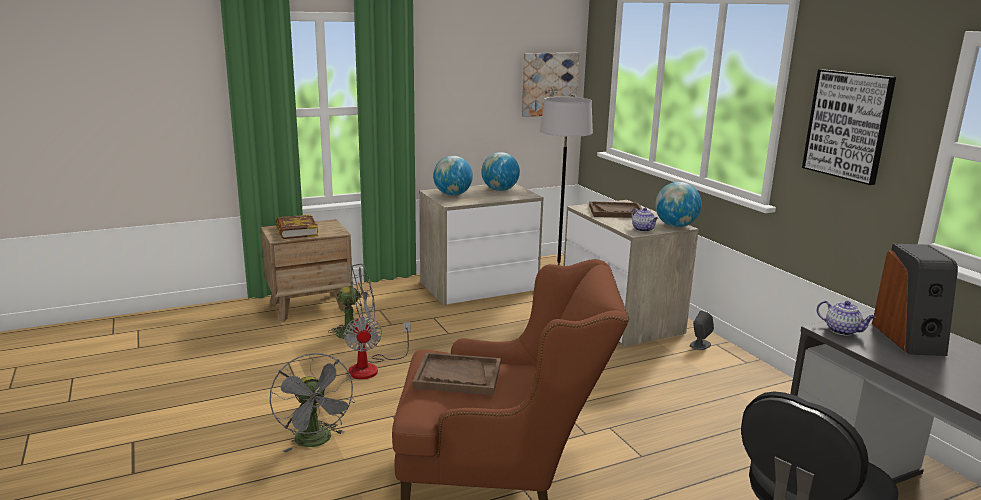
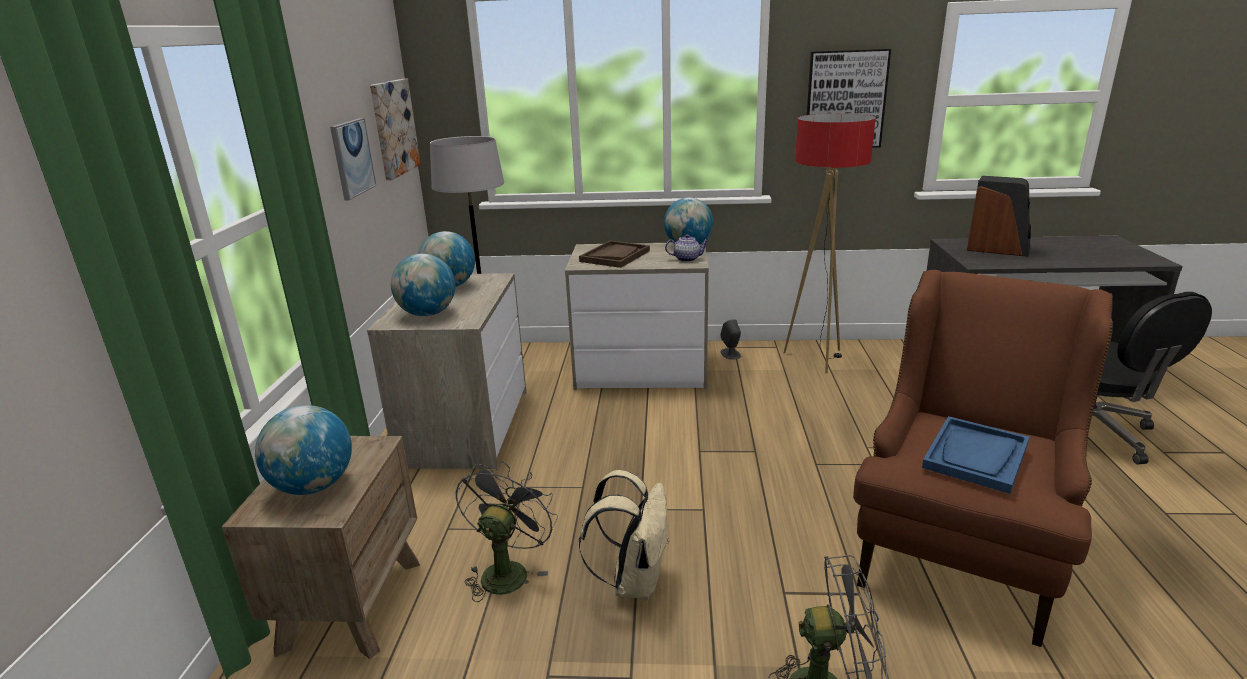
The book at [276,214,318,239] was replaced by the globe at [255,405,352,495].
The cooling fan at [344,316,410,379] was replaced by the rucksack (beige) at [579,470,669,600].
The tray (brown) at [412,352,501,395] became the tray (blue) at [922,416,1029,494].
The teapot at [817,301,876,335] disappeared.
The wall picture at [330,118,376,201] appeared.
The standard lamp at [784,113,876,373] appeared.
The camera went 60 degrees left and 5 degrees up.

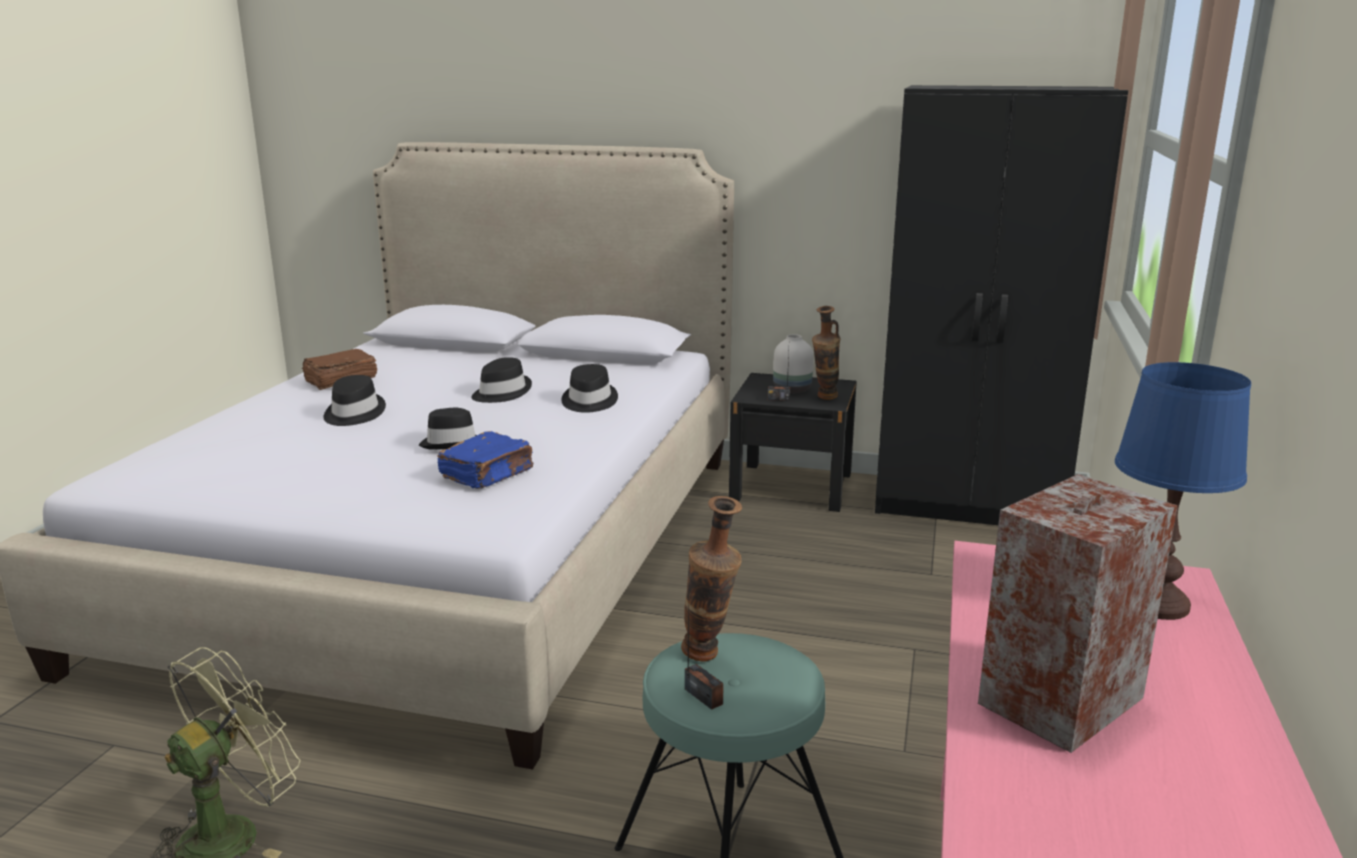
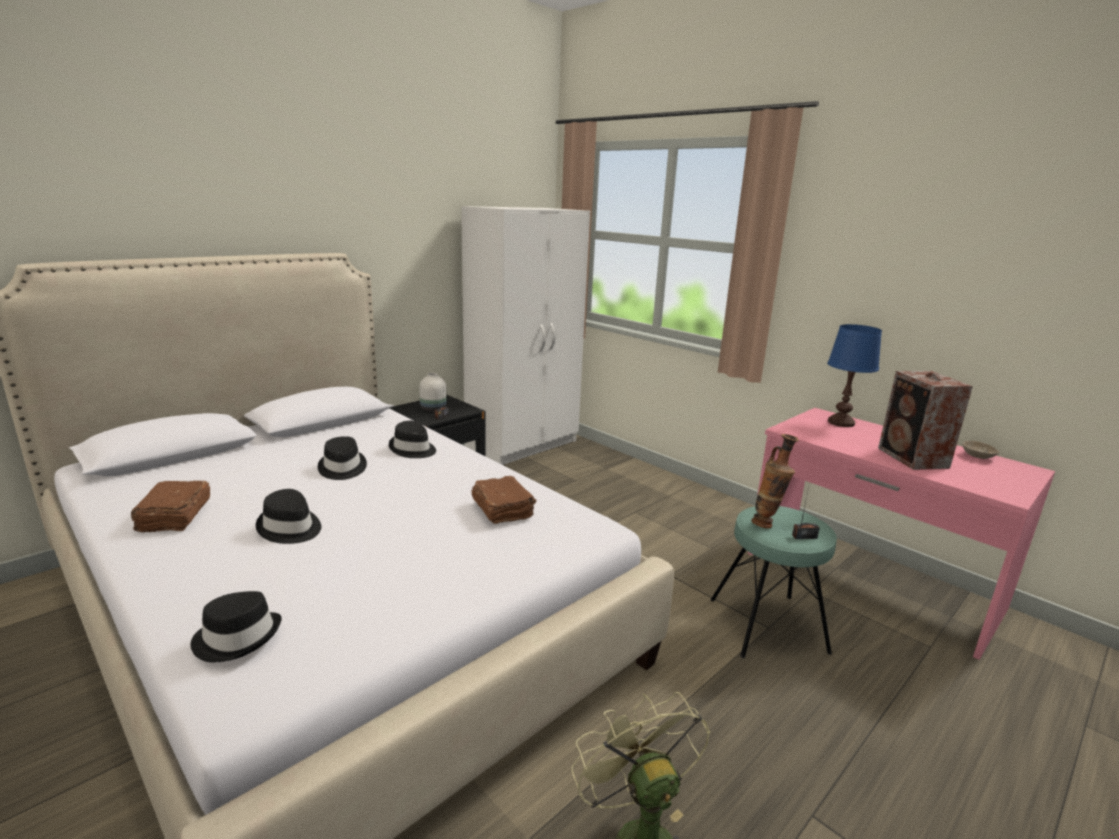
The wearable hat (blackish) moved from [419,408,477,450] to [191,591,282,662].
The book (blue) at [437,431,534,489] became the book (brown) at [471,476,536,524].
The flower vase at [812,306,841,400] disappeared.
The armoire (blackish) at [875,85,1128,525] became the armoire (white-coloured) at [461,206,590,465].
The bowl (beige) at [963,441,999,459] appeared.
The camera went 60 degrees left and 0 degrees up.

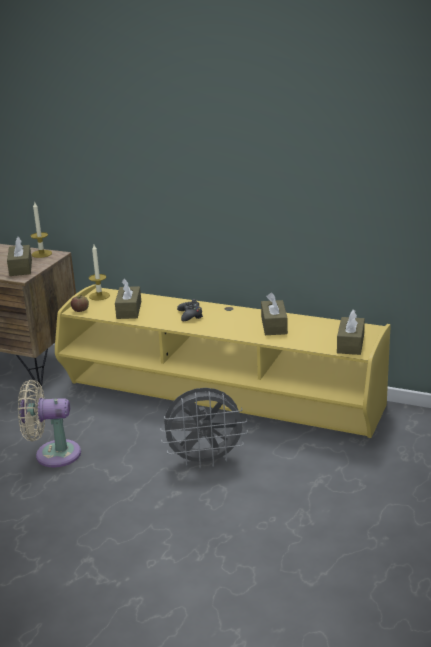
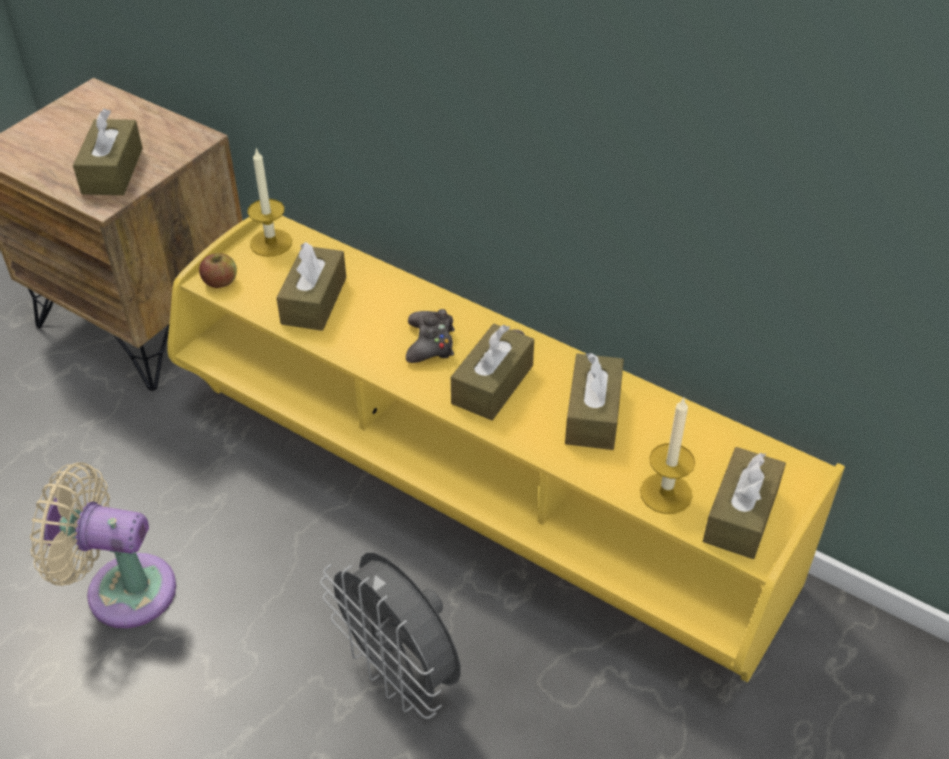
The wax light moved from [31,202,52,258] to [640,398,695,514].
The cooling fan (greyish) at [160,388,248,469] turned 45 degrees clockwise.
The tissue holder (brown) at [451,324,534,420] appeared.
The camera went 10 degrees right and 20 degrees up.

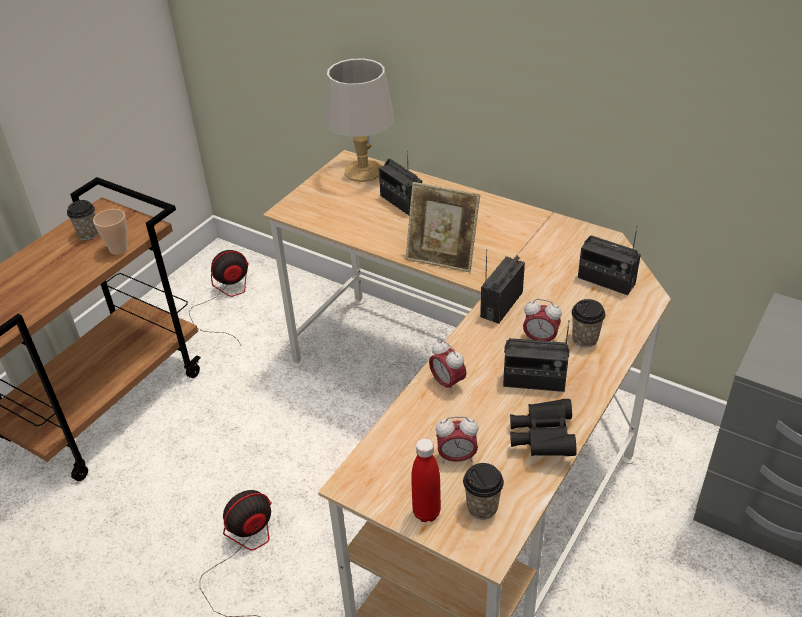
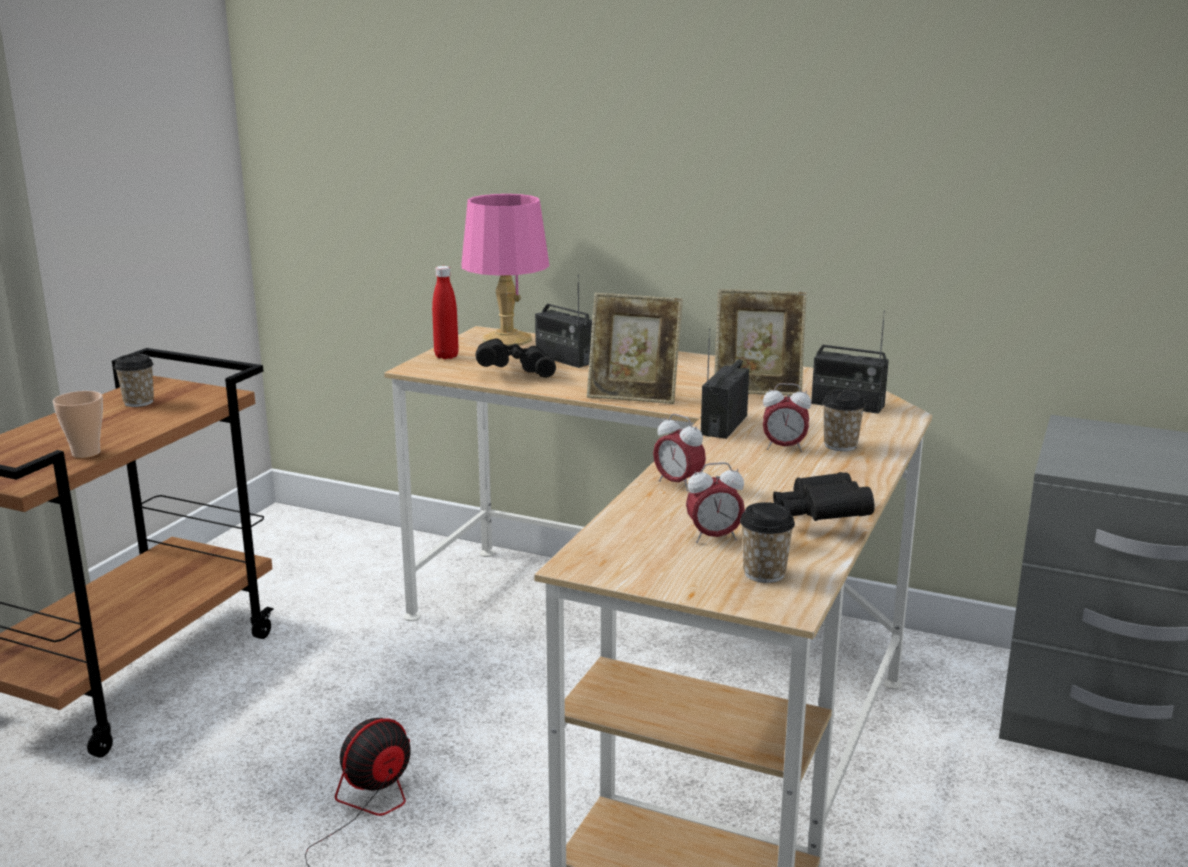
The small cup moved from [93,209,128,255] to [52,391,103,458].
The cooling fan at [189,250,249,345] disappeared.
The lamp for a table (greyish) at [325,58,394,182] became the lamp for a table (pinkish) at [461,194,550,346].
The bottle (red) moved from [411,438,441,522] to [432,266,459,359].
The radio set at [503,320,570,392] disappeared.
The field glasses (blackish) at [475,338,556,378] appeared.
The photo frame at [714,289,807,396] appeared.
The camera went 10 degrees left and 20 degrees down.

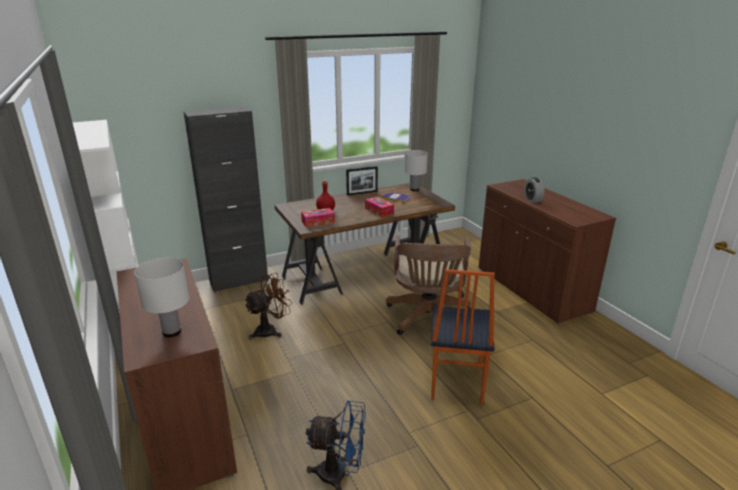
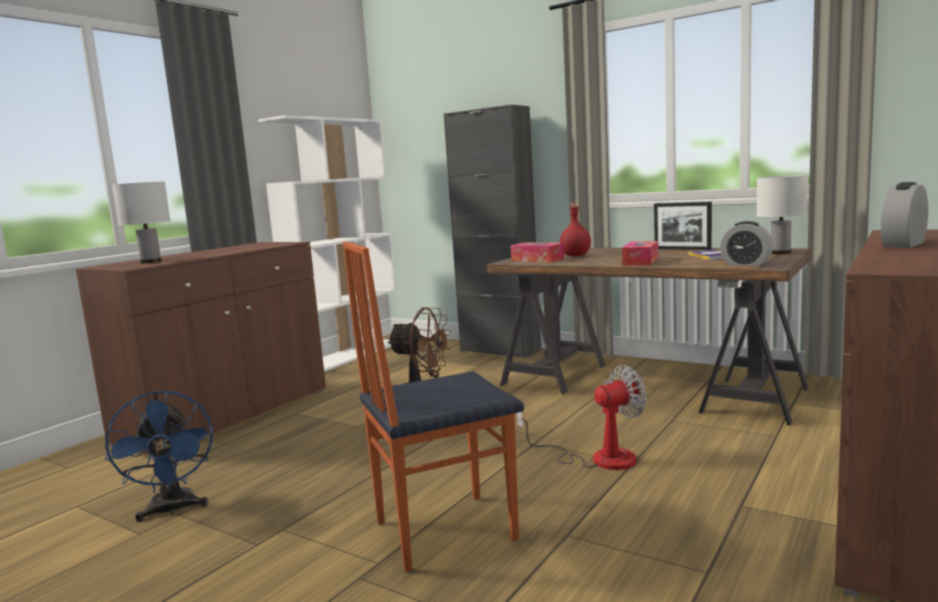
The desk chair (brown) at [386,235,471,335] was replaced by the cooling fan at [517,365,647,470].
The bedside clock at [720,221,773,266] appeared.
The camera went 60 degrees right and 15 degrees down.

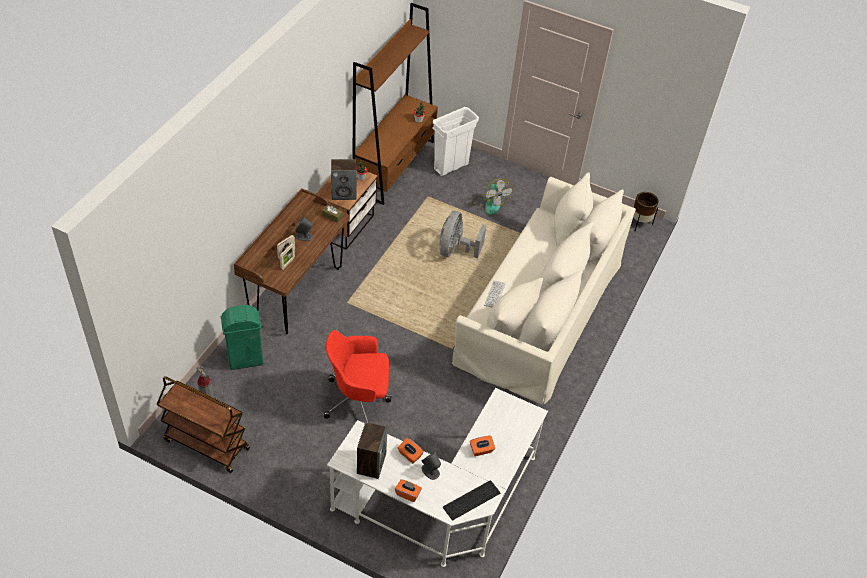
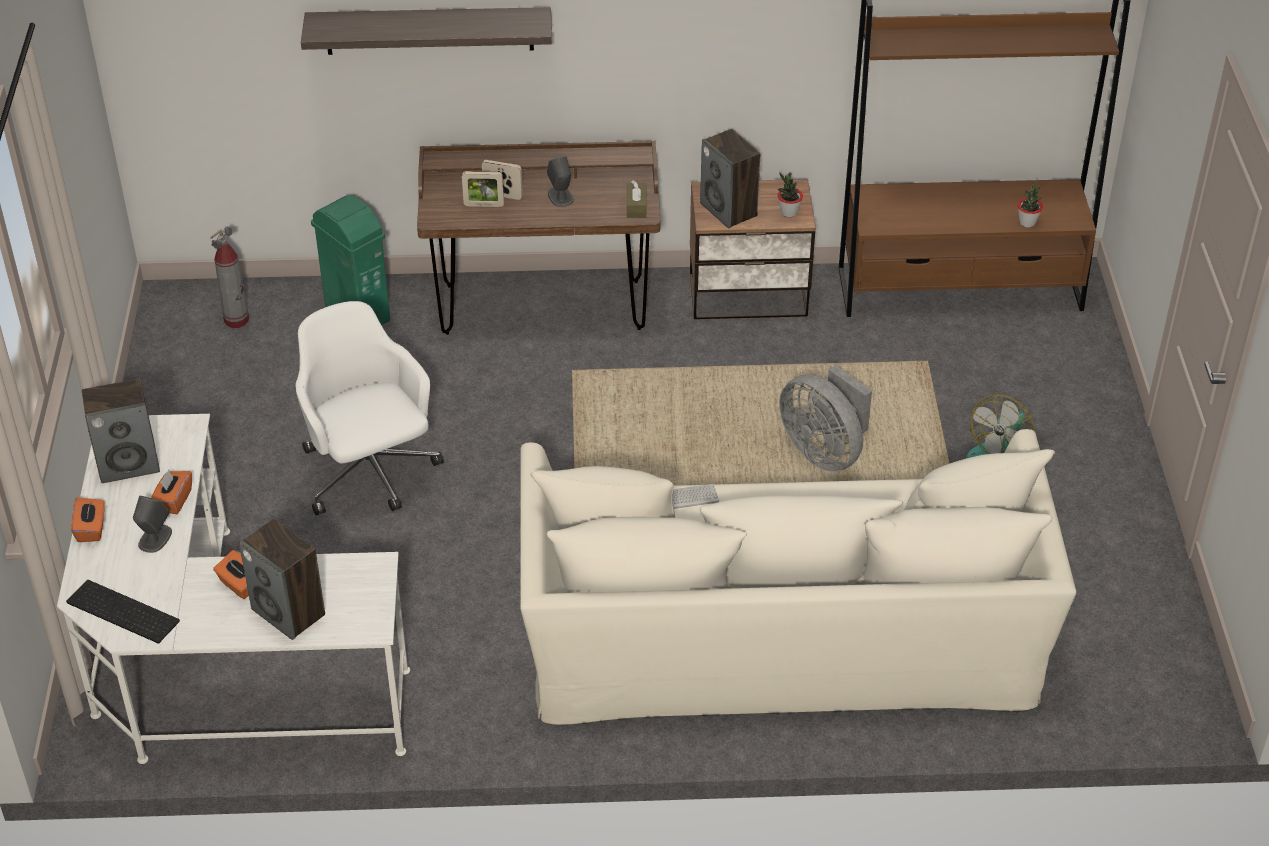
The cart (brown) at [156,376,250,473] disappeared.
The desk chair (red) at [324,330,392,423] became the desk chair (white-coloured) at [295,301,444,516].
The trash can (white-coloured) at [432,107,479,176] disappeared.
The cooling fan (greyish) at [439,211,486,258] turned 120 degrees counterclockwise.
The planter (brown) at [633,192,659,231] disappeared.
The speaker at [239,519,325,640] appeared.
The shelf at [301,7,552,55] appeared.
The camera went 65 degrees right and 5 degrees down.

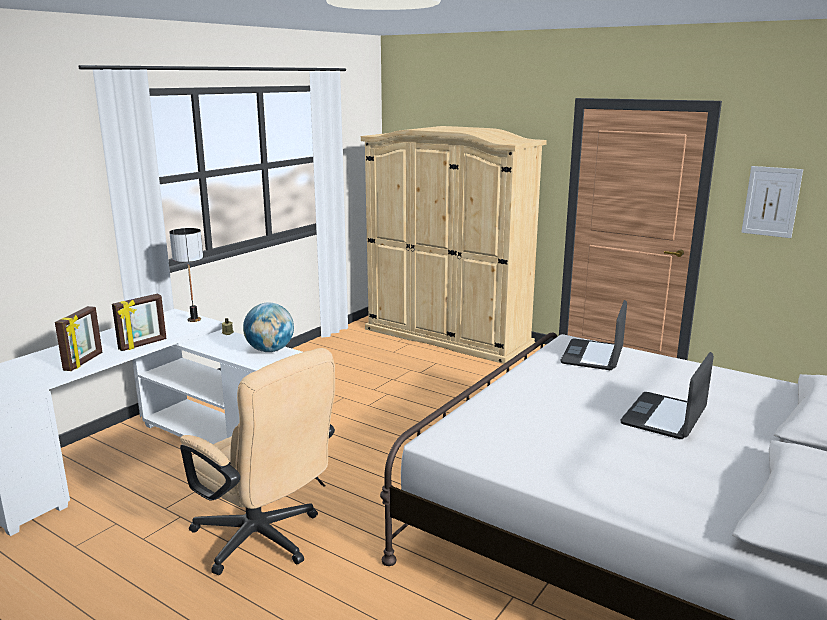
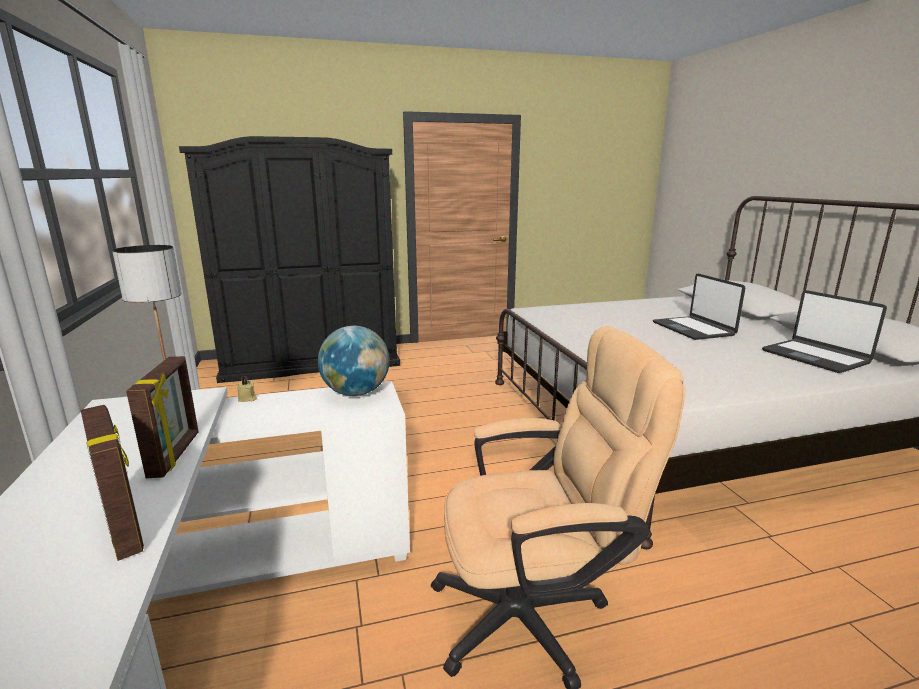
The armoire (beige) at [361,126,547,364] became the armoire (blackish) at [179,136,400,383].
The portable computer moved from [560,300,627,370] to [762,290,887,373].
The wall picture at [741,166,803,238] disappeared.
The camera went 50 degrees left and 0 degrees up.

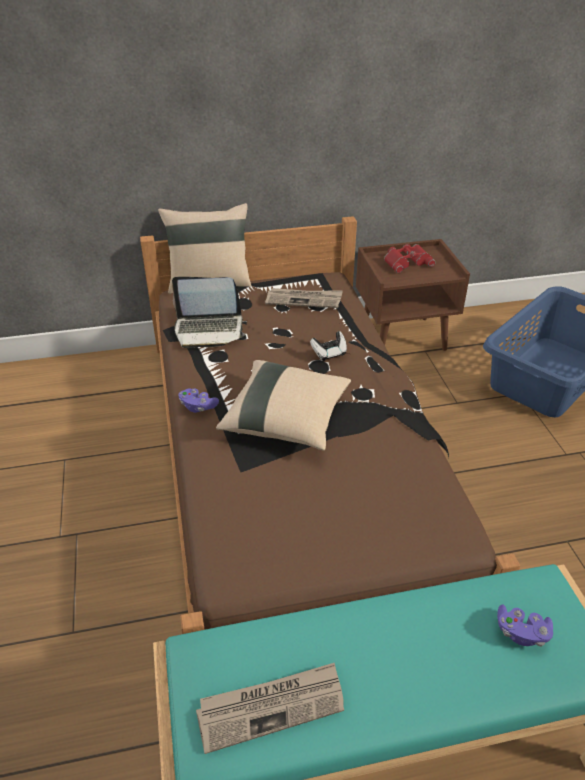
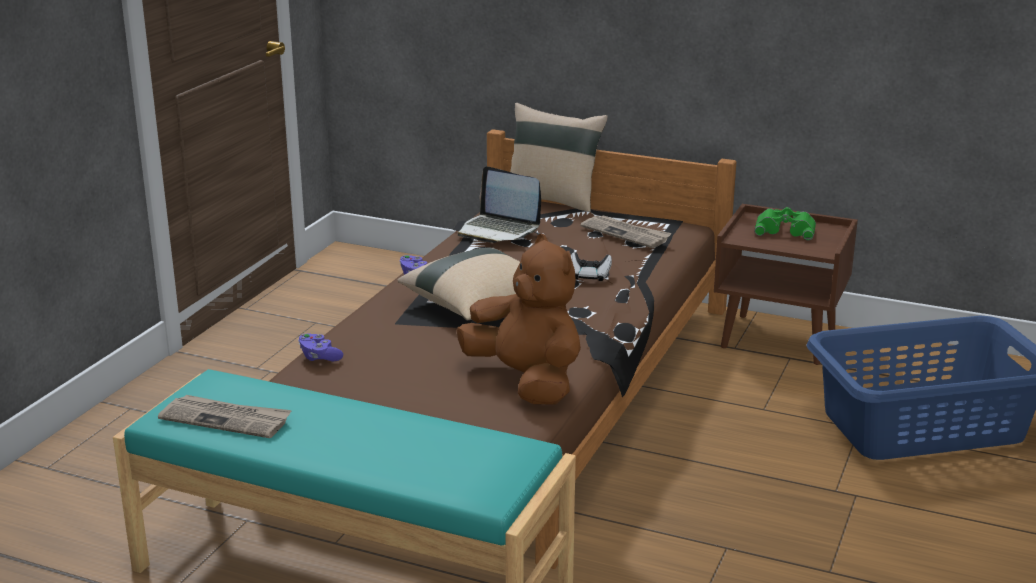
The field glasses (red) at [384,244,435,273] became the field glasses (greenish) at [754,207,816,240].
The joypad (purplish) moved from [497,604,553,646] to [298,333,343,361].
The plush toy (brown) at [456,234,581,405] appeared.
The camera went 35 degrees right and 15 degrees down.

